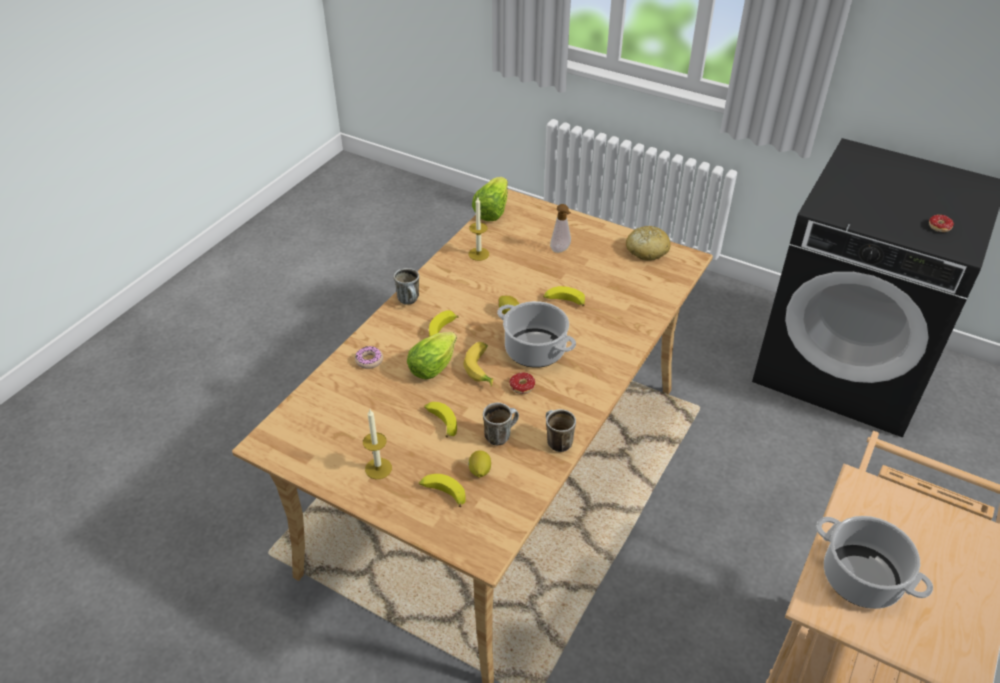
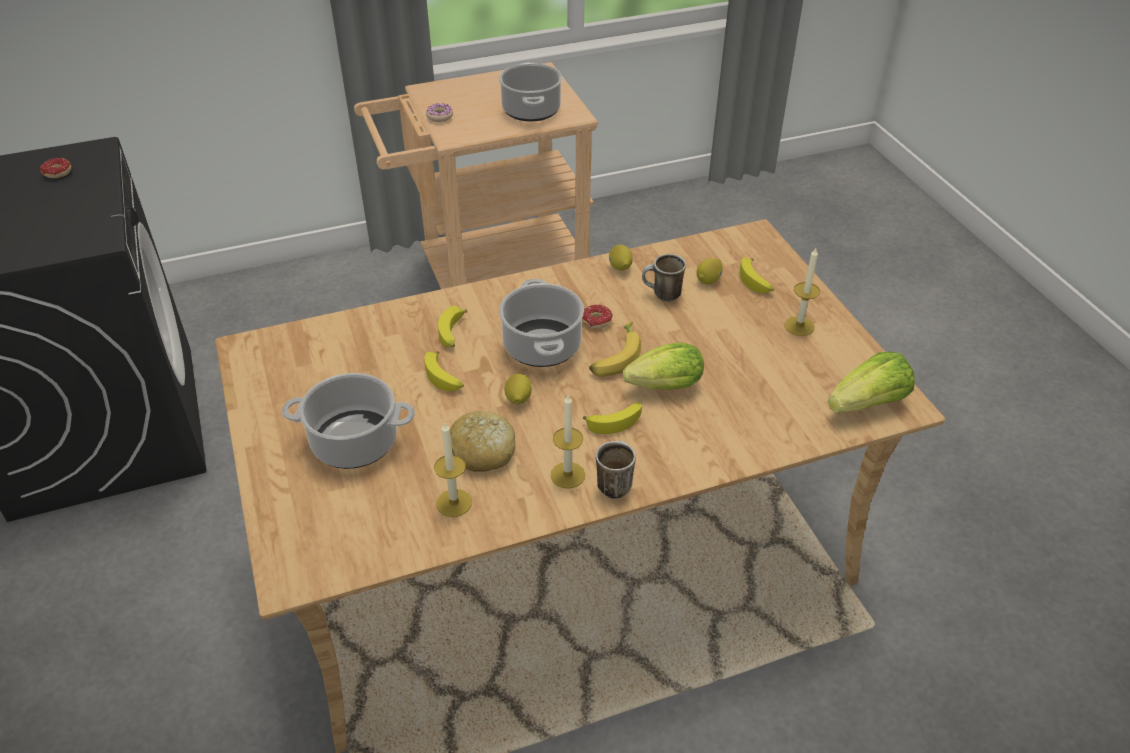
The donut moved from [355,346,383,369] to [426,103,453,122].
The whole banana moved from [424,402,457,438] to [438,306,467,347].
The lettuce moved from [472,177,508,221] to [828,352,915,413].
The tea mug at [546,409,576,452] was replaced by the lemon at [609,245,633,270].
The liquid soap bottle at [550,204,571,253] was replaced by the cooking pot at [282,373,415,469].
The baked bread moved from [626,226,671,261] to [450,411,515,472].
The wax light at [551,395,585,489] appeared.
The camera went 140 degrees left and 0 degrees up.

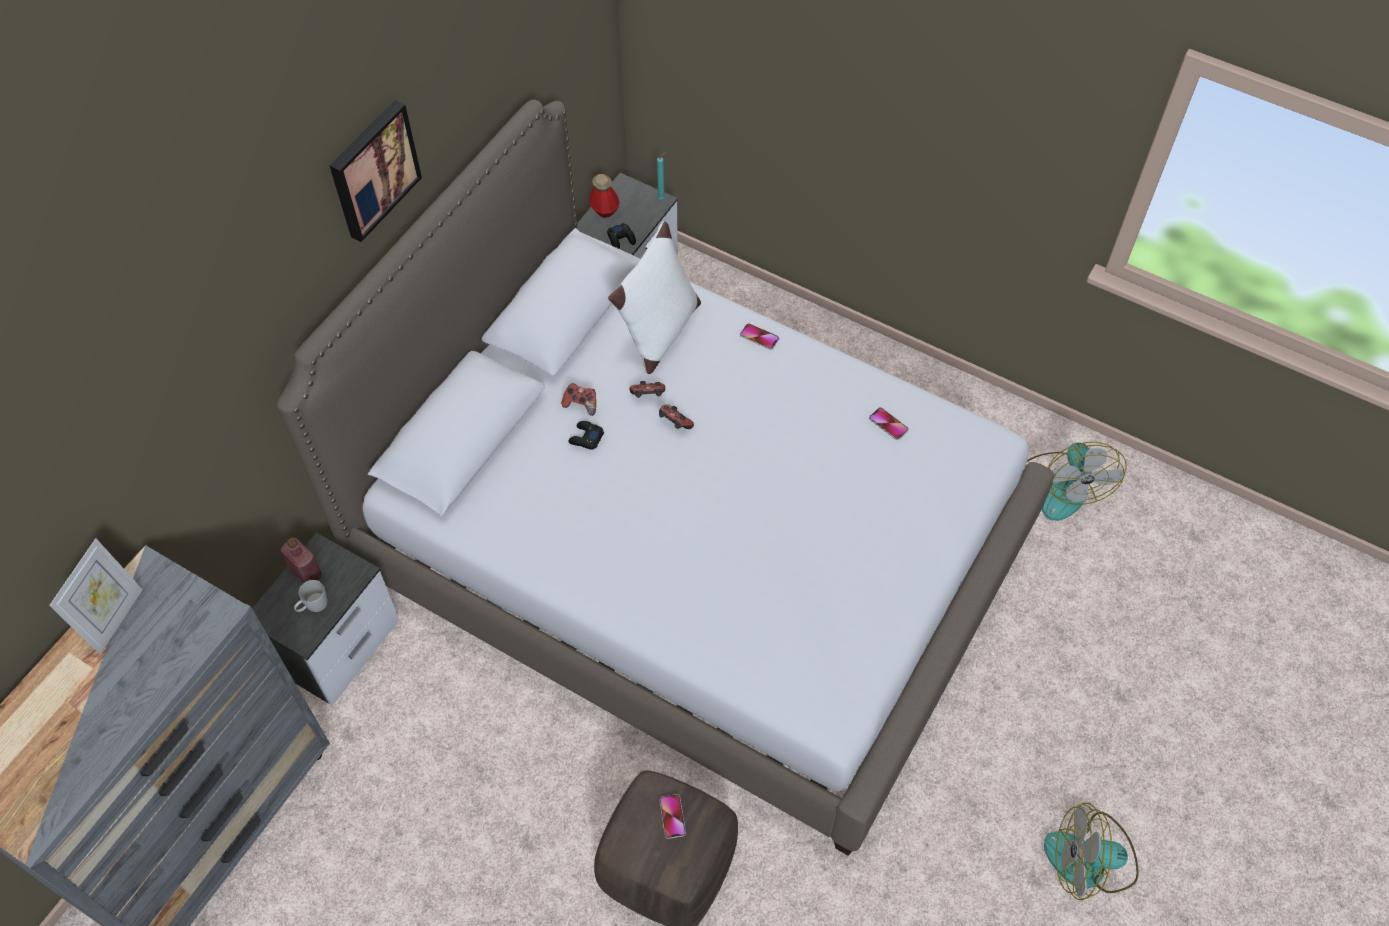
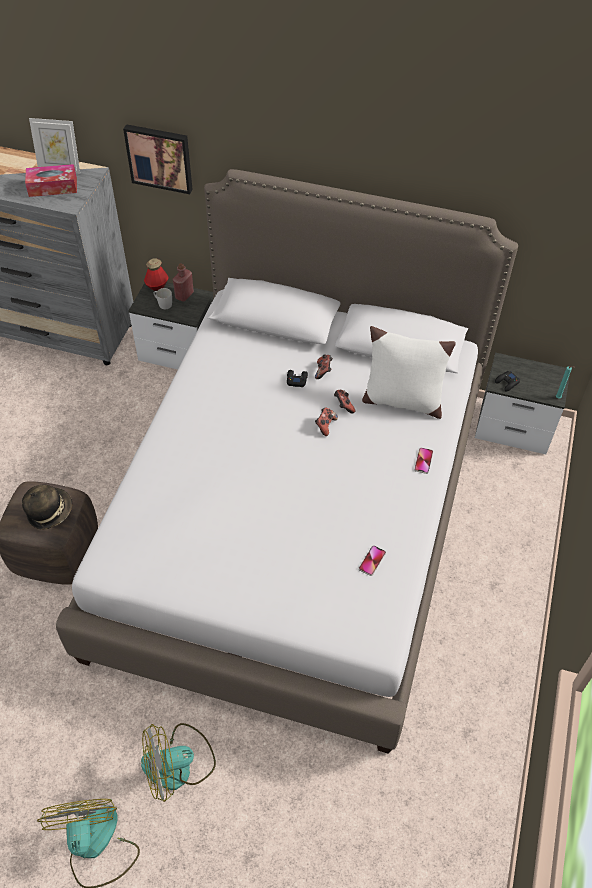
The wall picture moved from [329,100,422,242] to [123,124,193,194].
The bottle moved from [589,174,620,218] to [144,258,169,291].
The phone at [659,794,686,839] was replaced by the wearable hat at [22,484,72,530].
The cooling fan moved from [1027,442,1127,521] to [141,723,216,802].
The tissue holder at [25,164,77,197] appeared.
The camera went 75 degrees right and 5 degrees down.

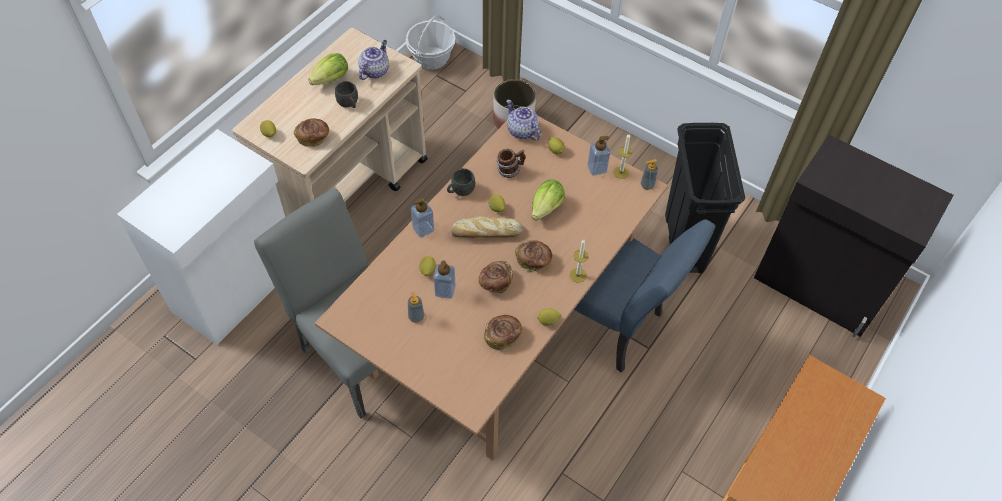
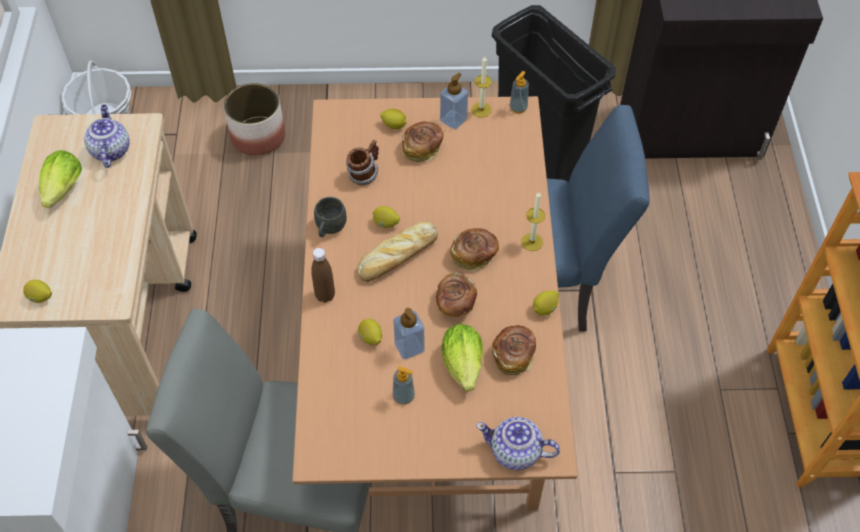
The baked bread moved from [294,118,329,148] to [402,121,444,162].
The tea mug (greyish) at [335,81,358,108] disappeared.
The liquid soap bottle at [411,198,434,238] was replaced by the bottle (brown) at [311,248,335,303].
The teapot moved from [506,100,541,140] to [476,417,560,470].
The lettuce moved from [532,179,565,221] to [441,324,483,391].
The camera went 35 degrees left and 0 degrees up.

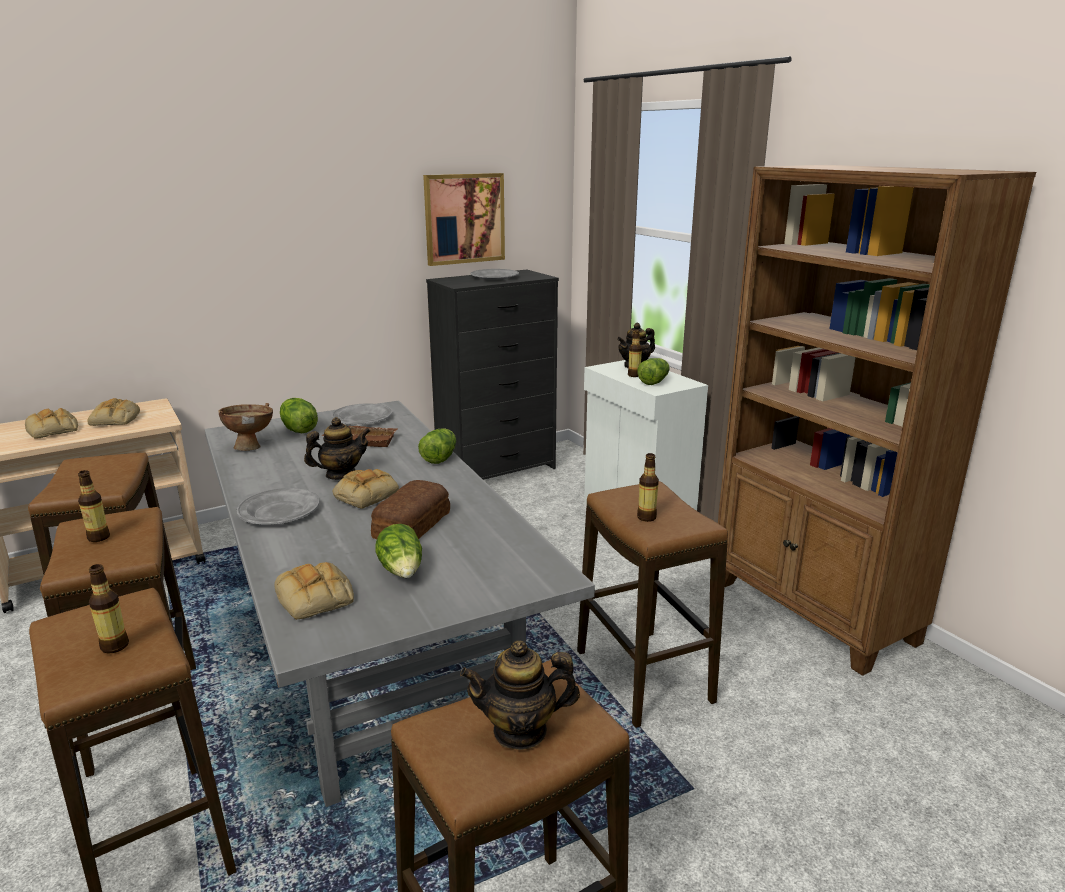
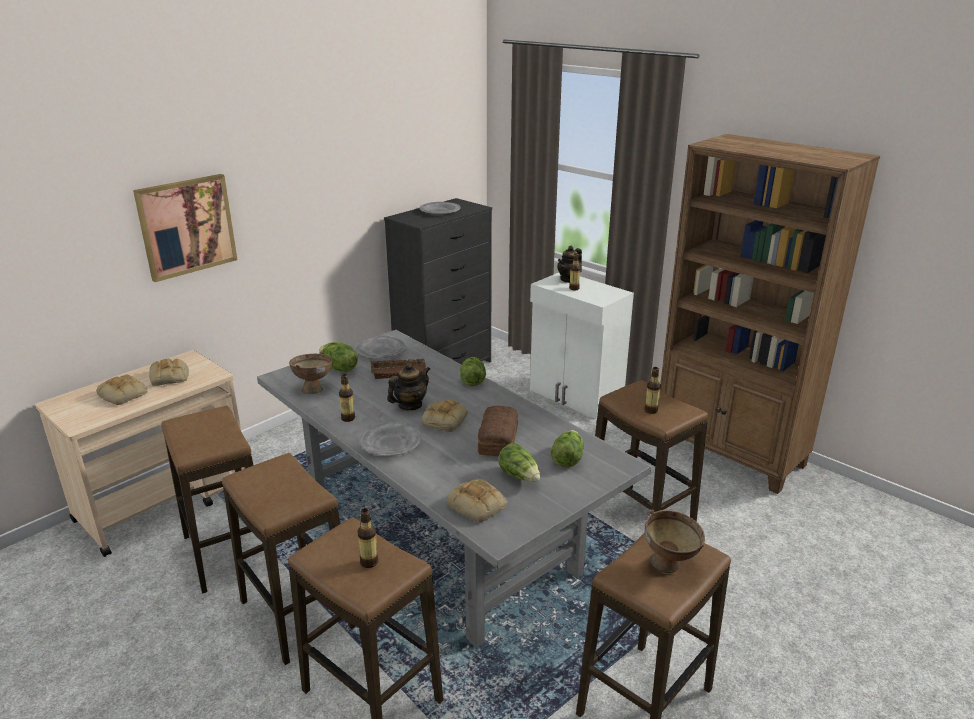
The bottle moved from [78,470,110,542] to [339,374,355,422].
The wall picture moved from [423,173,505,266] to [133,174,237,282].
The teapot at [460,641,580,750] was replaced by the bowl (brown) at [645,510,705,573].
The lettuce moved from [638,358,670,385] to [551,430,584,467].
The camera went 15 degrees left and 5 degrees up.

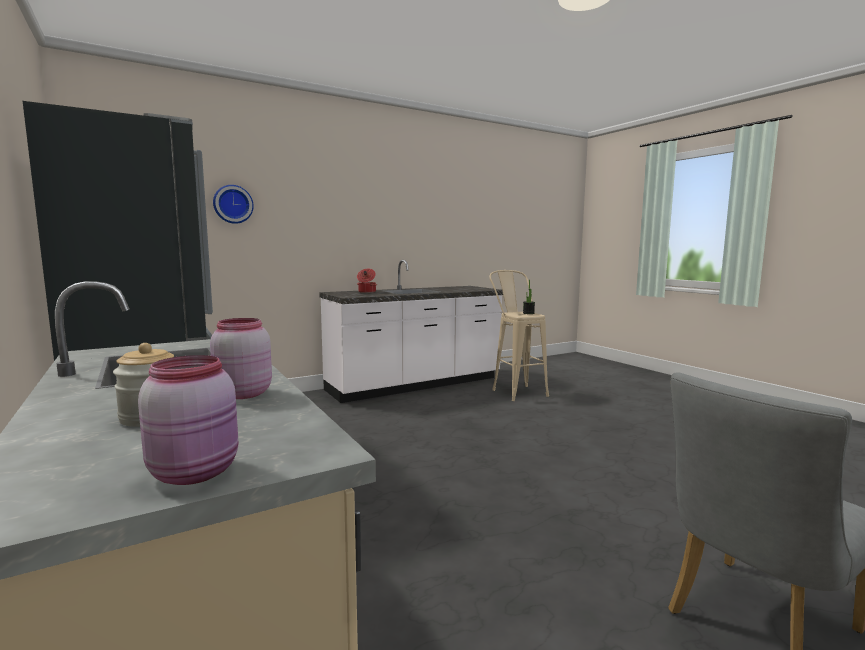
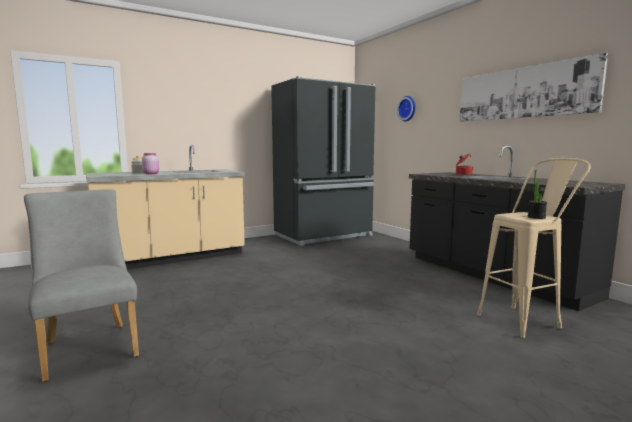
The preserve jar (pinkish) at [138,355,238,485] disappeared.
The kitchen counter (white-coloured) at [319,260,503,403] became the kitchen counter (blackish) at [409,146,625,311].
The wall picture at [460,53,608,122] appeared.
The camera went 90 degrees right and 0 degrees up.

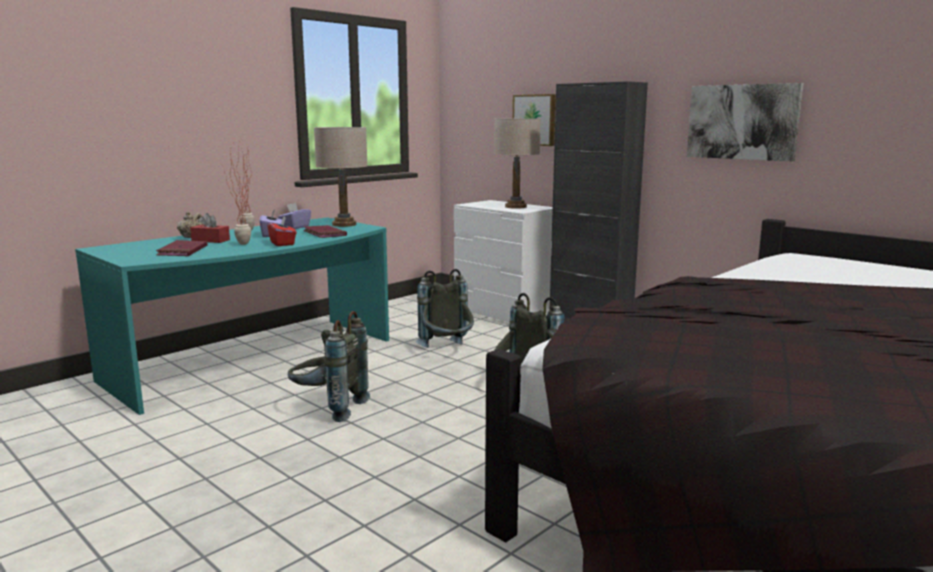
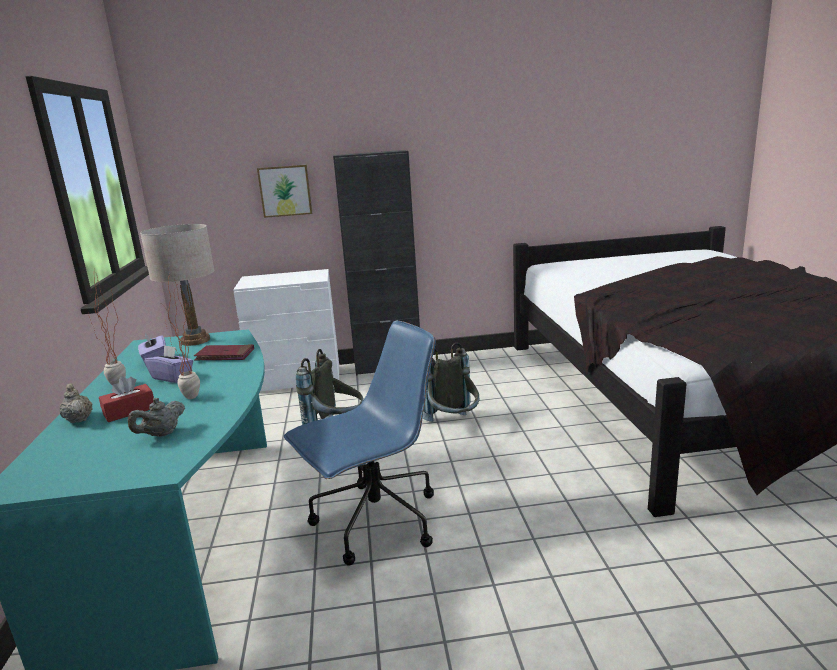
The book (red) at [156,240,207,256] was replaced by the teapot (greyish) at [128,398,185,437].
The tissue holder (red) at [267,216,297,246] disappeared.
The rucksack (greyish) at [288,311,370,422] was replaced by the desk chair (blue) at [284,320,436,566].
The lamp for a table (beige) at [494,118,541,209] disappeared.
The wall picture at [687,83,804,161] disappeared.
The camera went 50 degrees left and 5 degrees up.

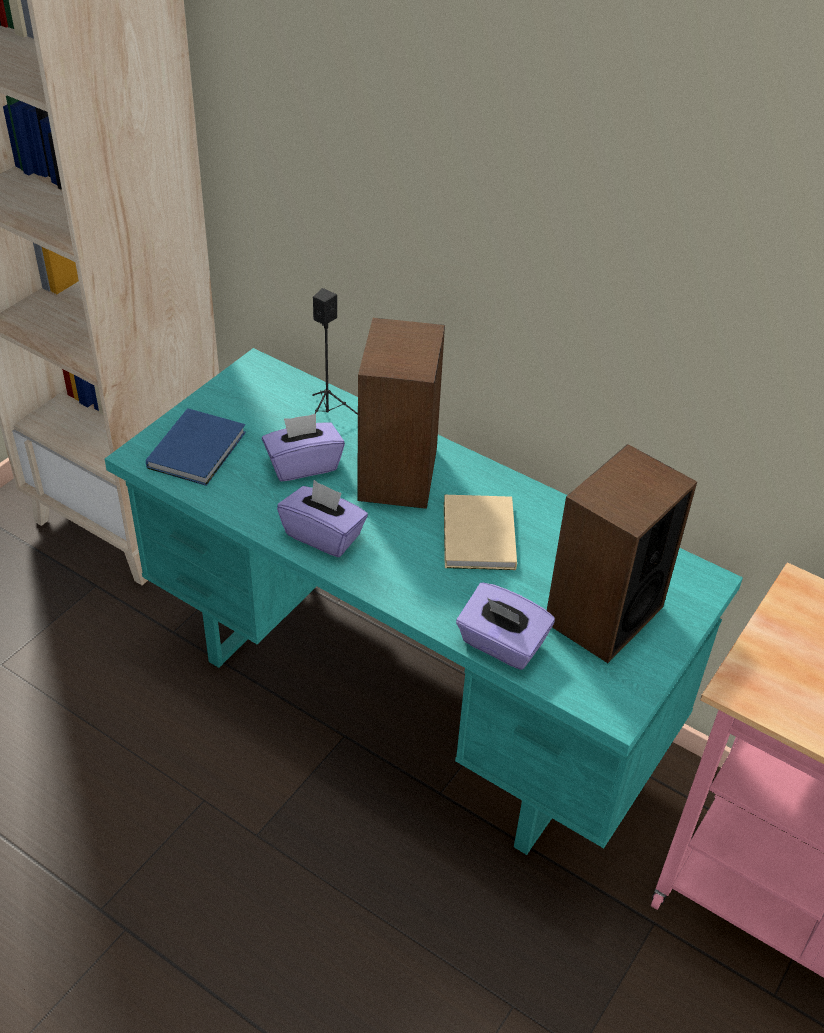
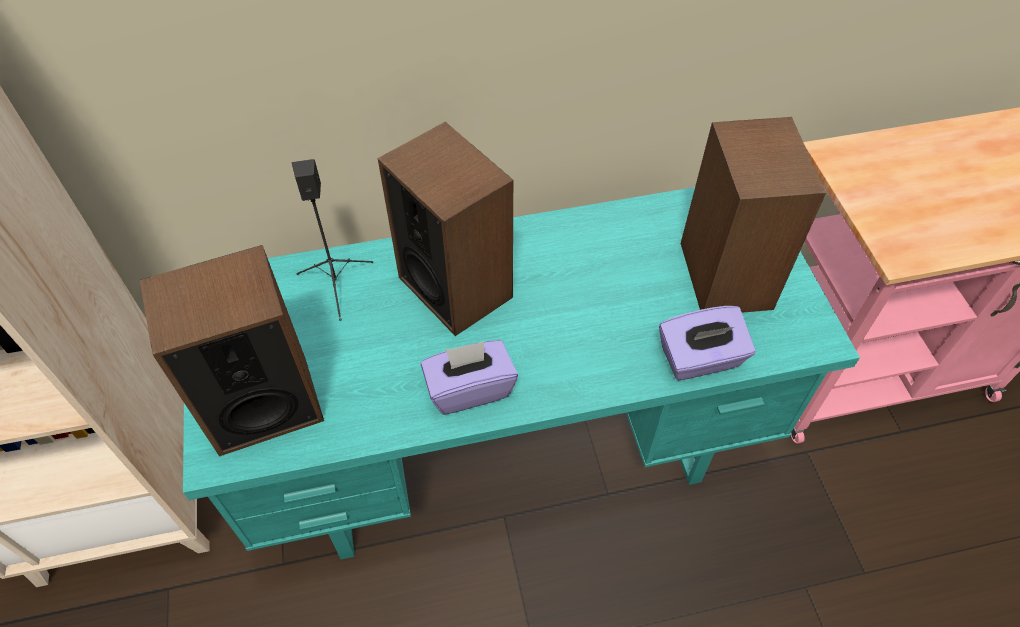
The book (blue) at [146,408,246,486] was replaced by the speaker at [140,245,324,456].
The tissue holder (purplish) at [262,414,345,482] disappeared.
The book (beige) at [444,495,517,570] disappeared.
The camera went 45 degrees left and 10 degrees up.

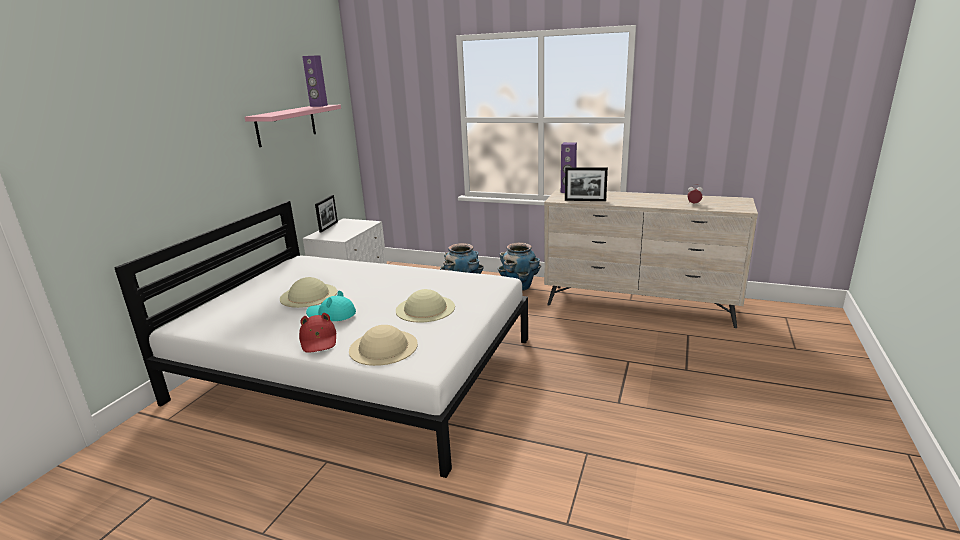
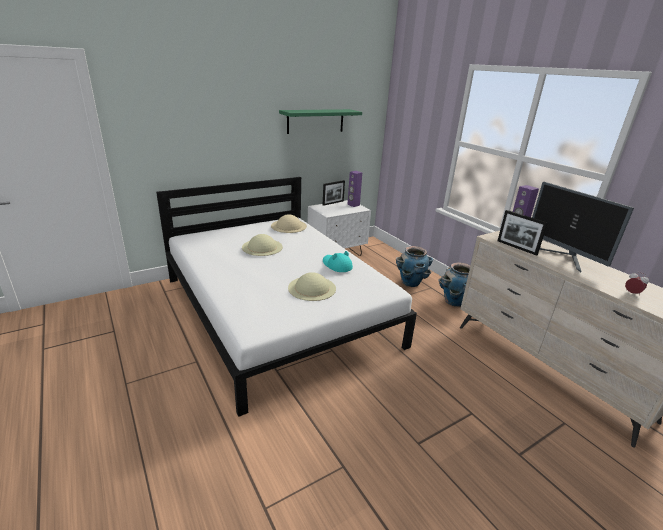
The shelf (pinkish) at [245,105,341,147] became the shelf (greenish) at [279,109,362,134].
The wearable hat (red) at [299,313,336,353] disappeared.
The speaker (purplish) moved from [302,55,328,107] to [347,171,362,207].
The wearable hat (blue-green) moved from [306,291,356,321] to [323,251,353,272].
The wearable hat (beige) moved from [349,325,418,366] to [271,214,307,233].
The computer display at [532,182,634,272] appeared.
The camera went 35 degrees right and 5 degrees up.

